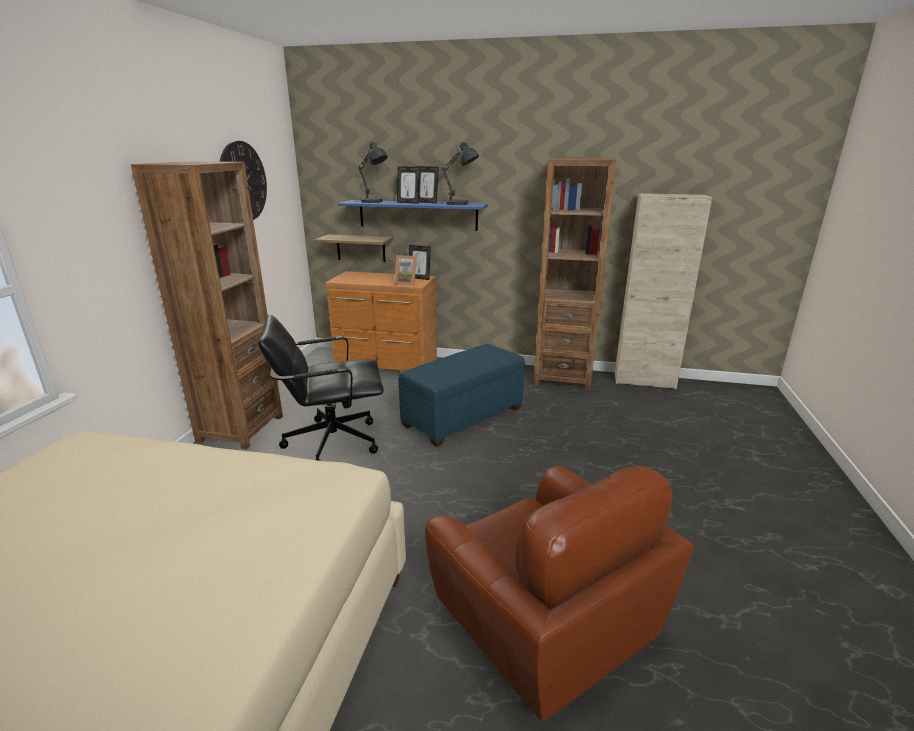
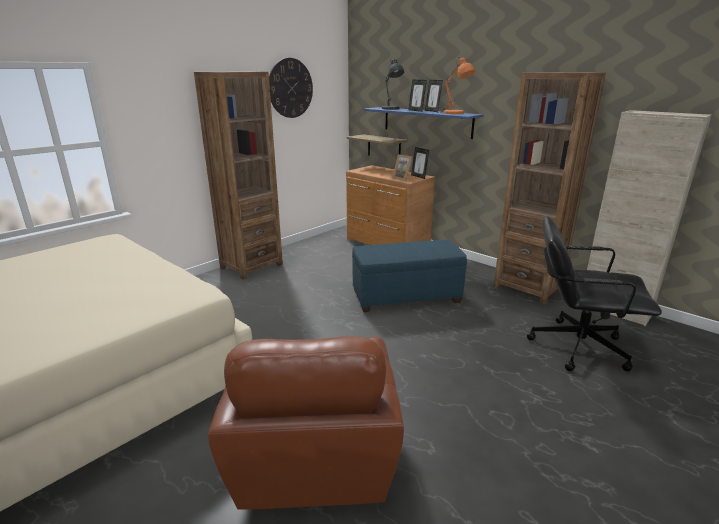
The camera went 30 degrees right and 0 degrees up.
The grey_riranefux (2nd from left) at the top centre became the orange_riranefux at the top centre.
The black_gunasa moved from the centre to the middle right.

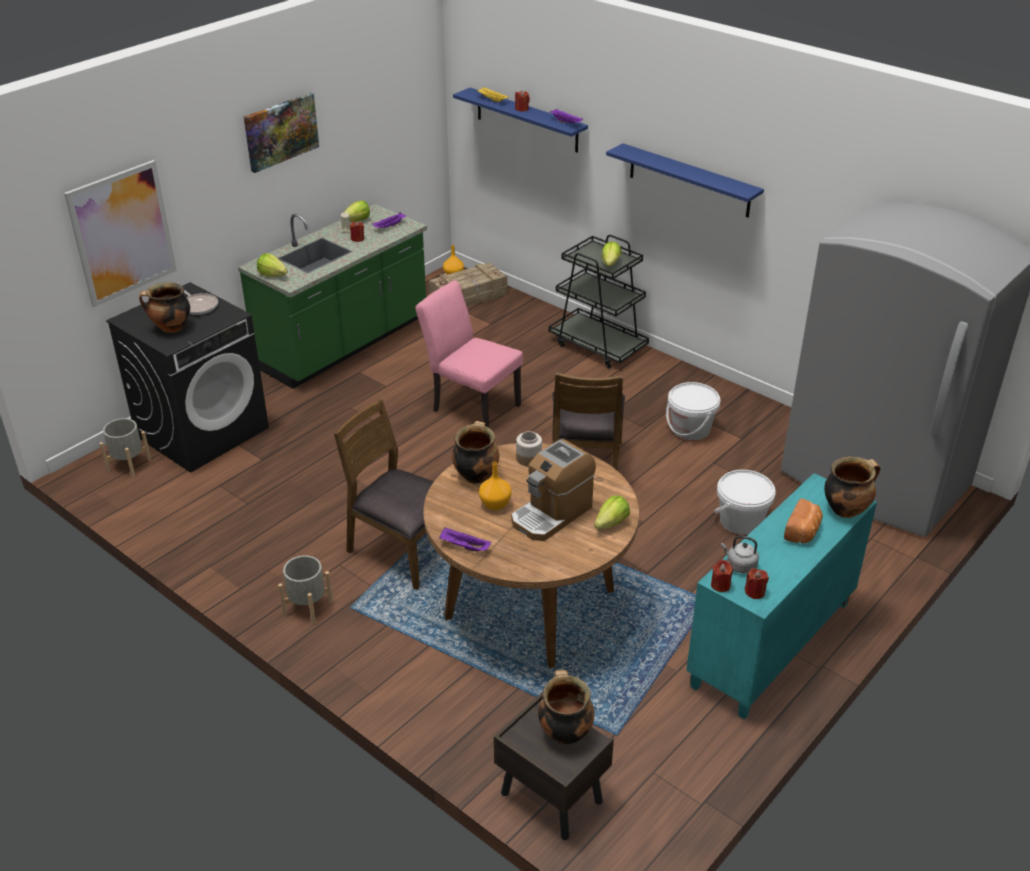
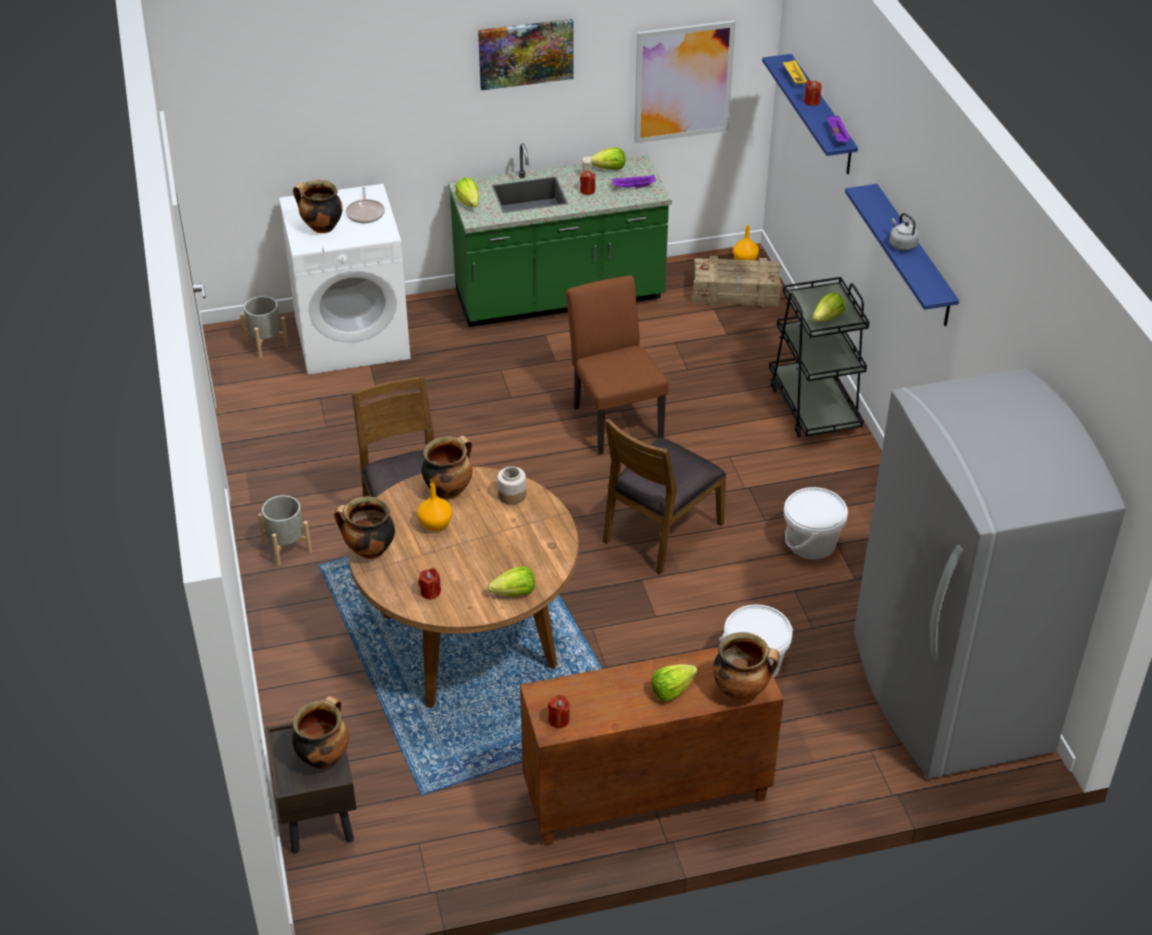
The camera went 35 degrees right and 5 degrees up.
The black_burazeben at the middle left became the white_burazeben at the top left.
The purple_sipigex (2nd from left) at the centre was replaced by the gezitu (3rd from left) at the middle left.
The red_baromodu (3rd from left in the first image) moved from the middle right to the centre.
The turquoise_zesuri at the bottom right became the brown_zesuri at the bottom centre.
The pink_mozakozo at the centre became the brown_mozakozo (2nd from left) at the centre.
The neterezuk (1st from left in the first image) moved from the top left to the top centre.
The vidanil at the middle right was replaced by the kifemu (4th from left) at the bottom centre.
The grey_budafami moved from the middle right to the top right.
The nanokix at the centre disappeared.

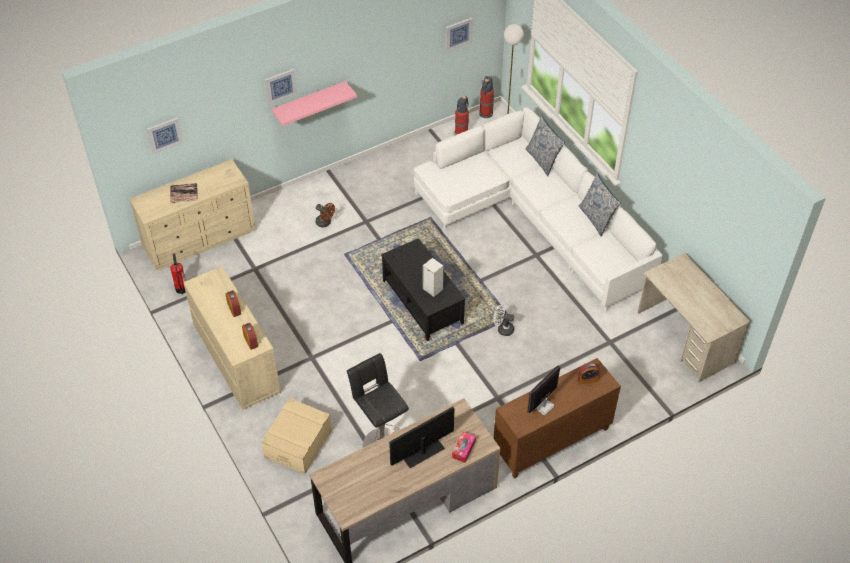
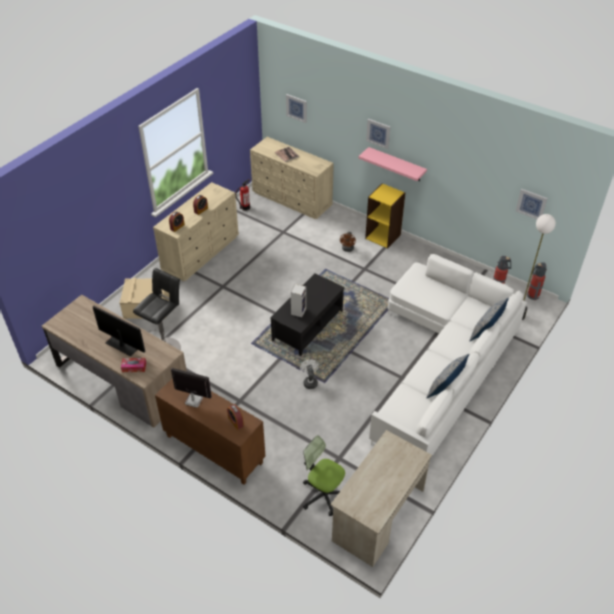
The camera went 65 degrees right and 5 degrees down.
The gunasa at the bottom centre appeared.
The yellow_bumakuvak at the centre appeared.

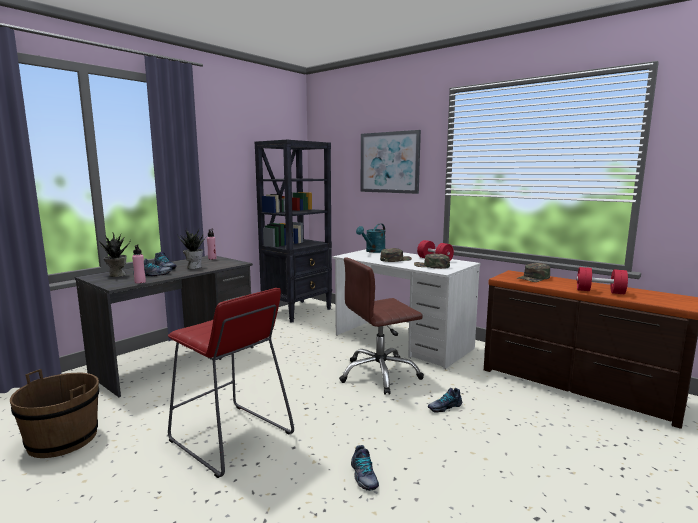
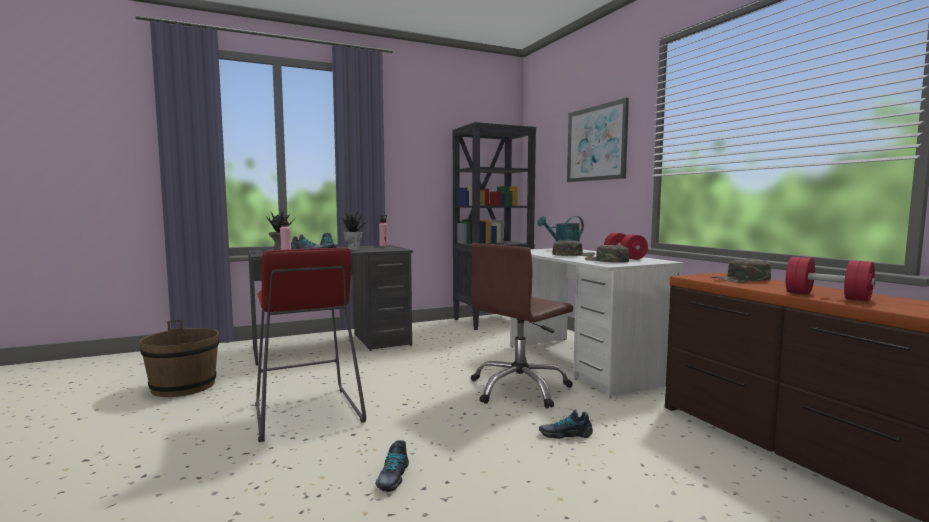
The camera went 25 degrees right and 5 degrees down.
The brown_gunasa at the centre turned 45 degrees counterclockwise.

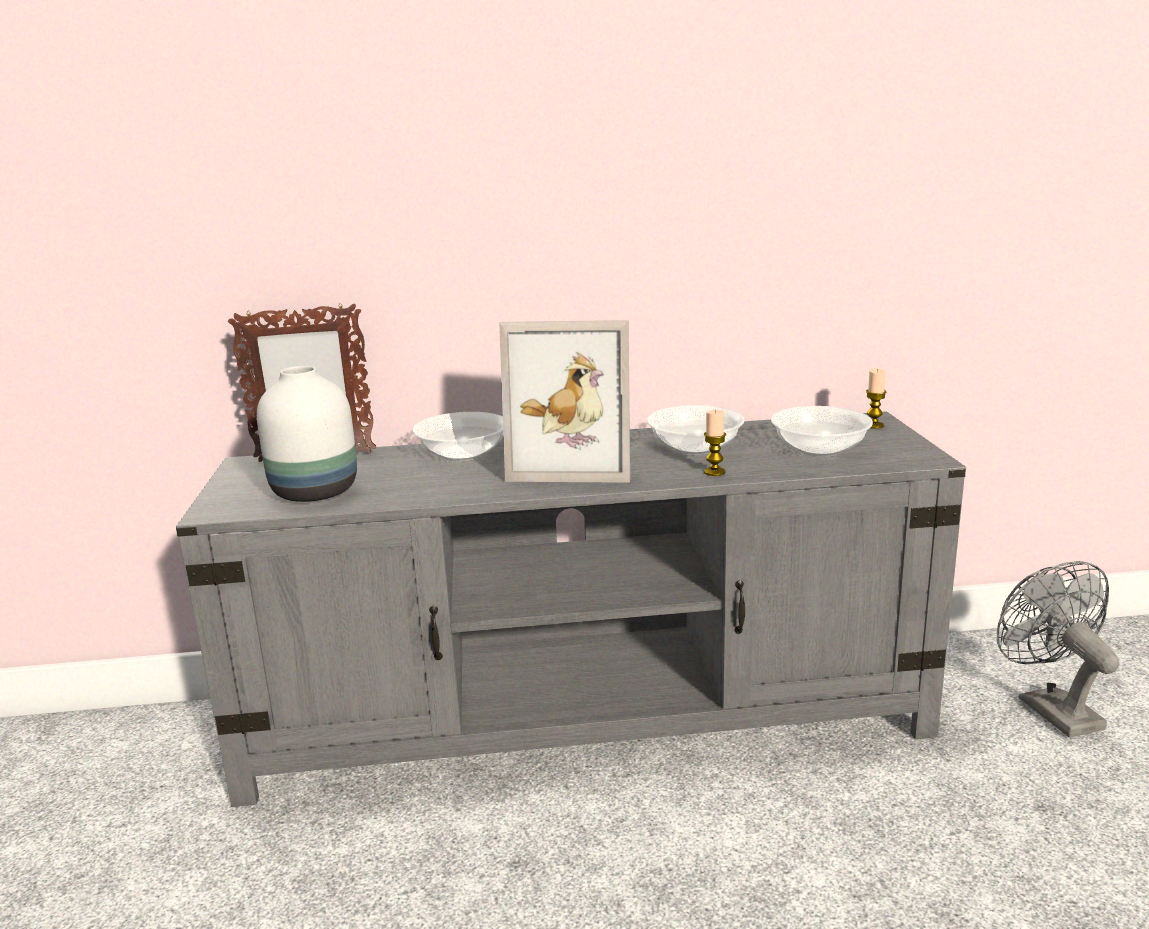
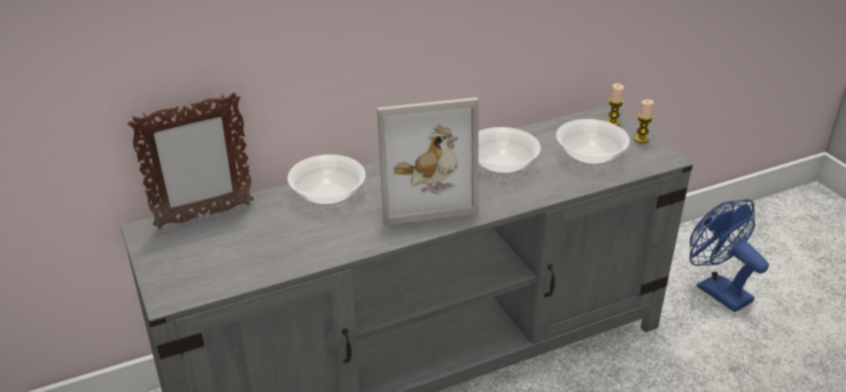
The camera went 20 degrees left and 15 degrees up.
The baromodu (1st from left in the first image) moved from the centre to the top right.
The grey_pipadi at the bottom right became the blue_pipadi at the middle right.
The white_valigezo at the middle left disappeared.

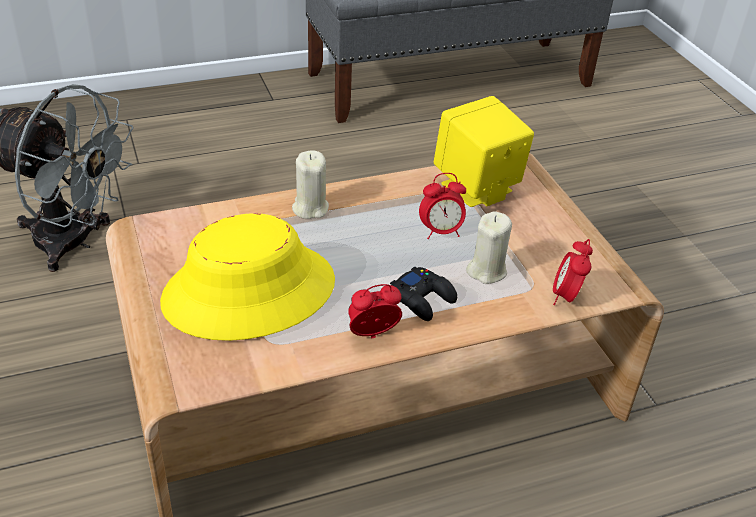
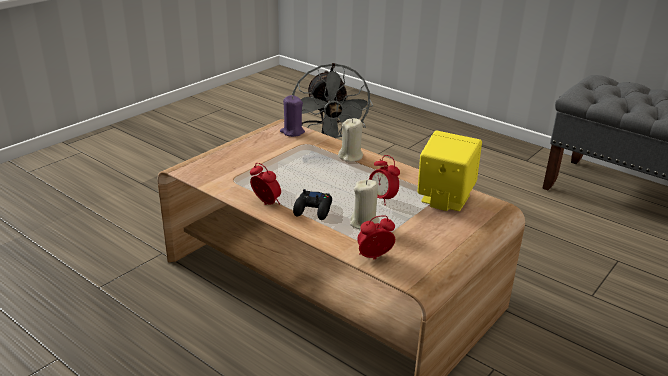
The camera went 60 degrees right and 10 degrees down.
The purple_baromodu at the top centre appeared.
The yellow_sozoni at the middle left disappeared.

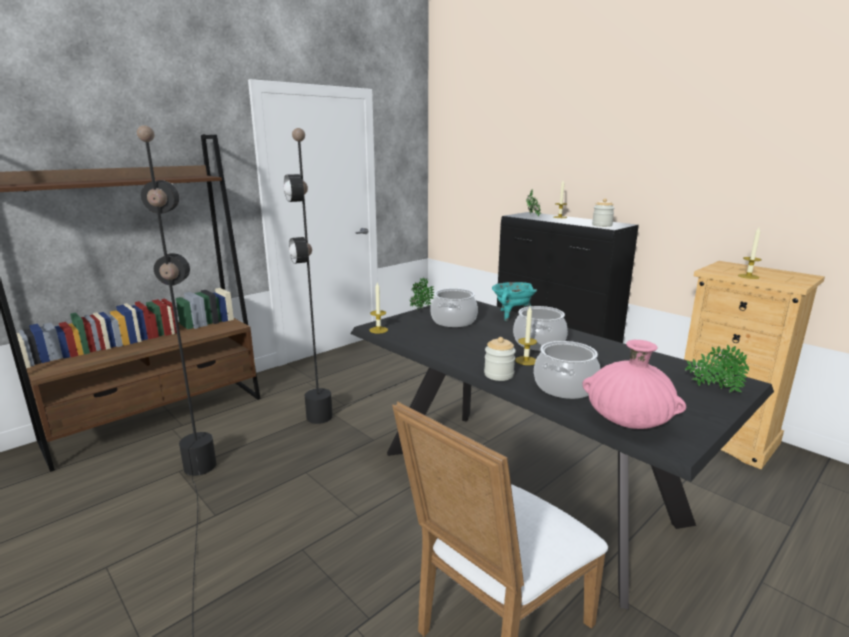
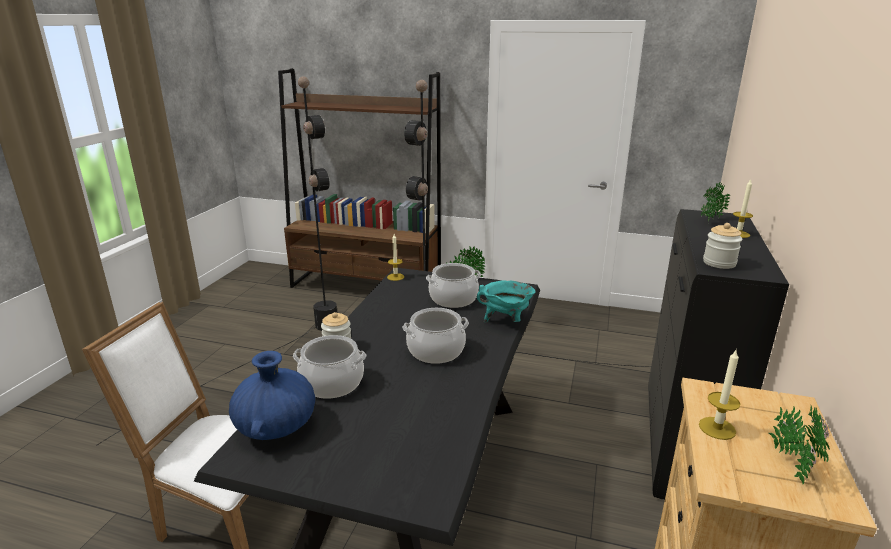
The camera went 60 degrees right and 5 degrees up.
The pink_valigezo at the middle right became the blue_valigezo at the bottom left.
The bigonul (3rd from left) moved from the middle right to the bottom right.
The baromodu (2nd from left) at the centre disappeared.

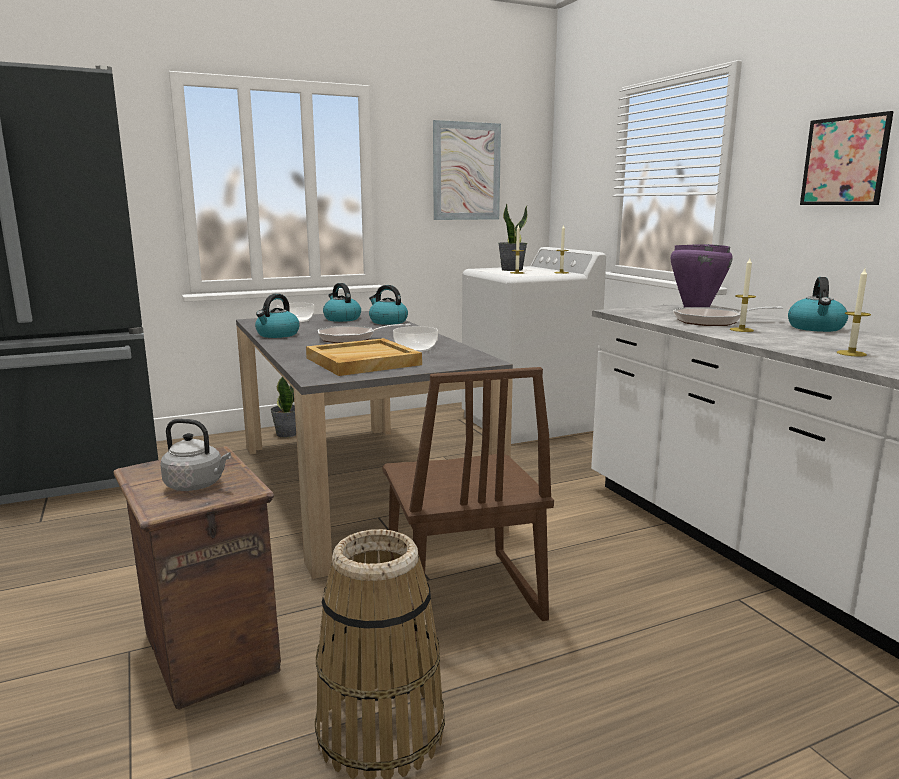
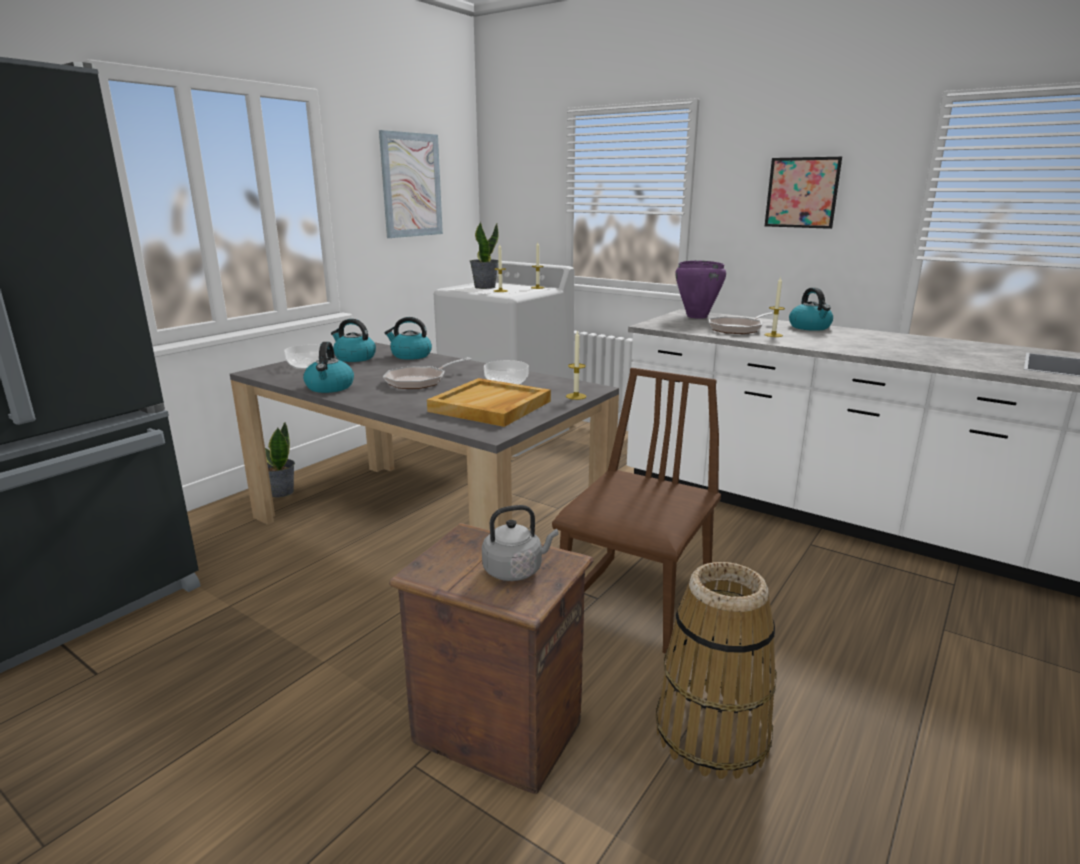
The camera went 30 degrees left and 5 degrees up.
The brown_mozakozo at the centre turned 105 degrees counterclockwise.
The baromodu (4th from left in the first image) moved from the middle right to the centre.

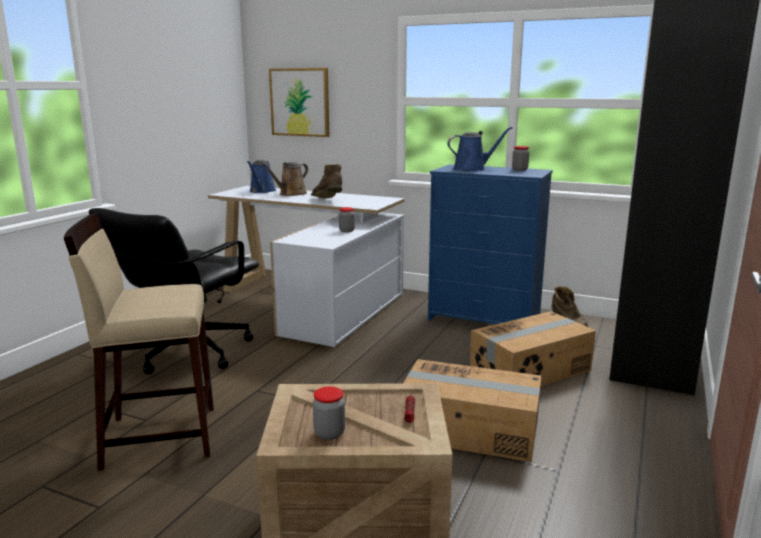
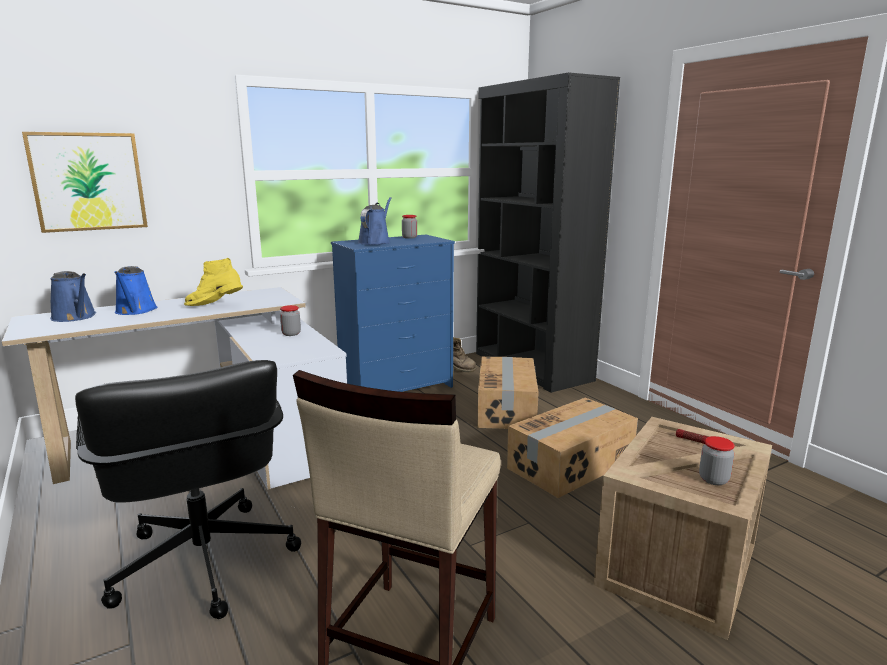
The camera went 55 degrees left and 0 degrees up.
The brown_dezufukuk at the top centre became the blue_dezufukuk (2nd from left) at the middle left.
The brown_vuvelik (1st from left) at the centre became the yellow_vuvelik at the middle left.

